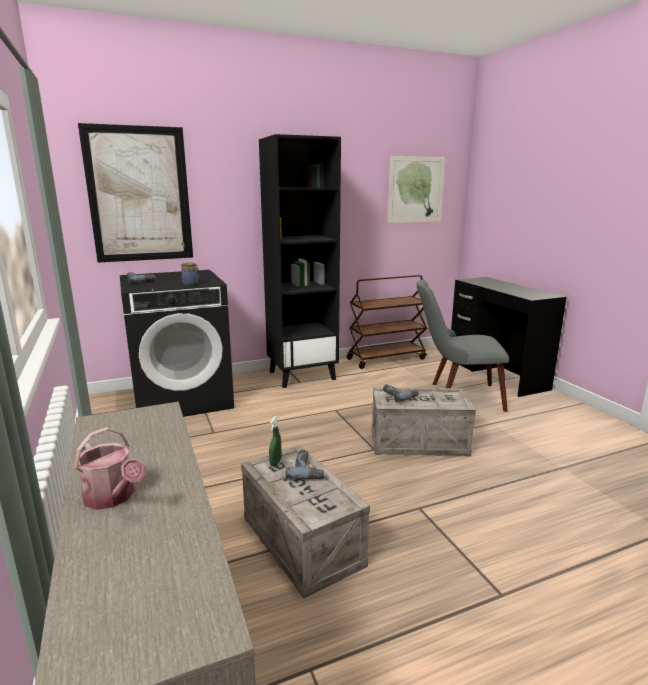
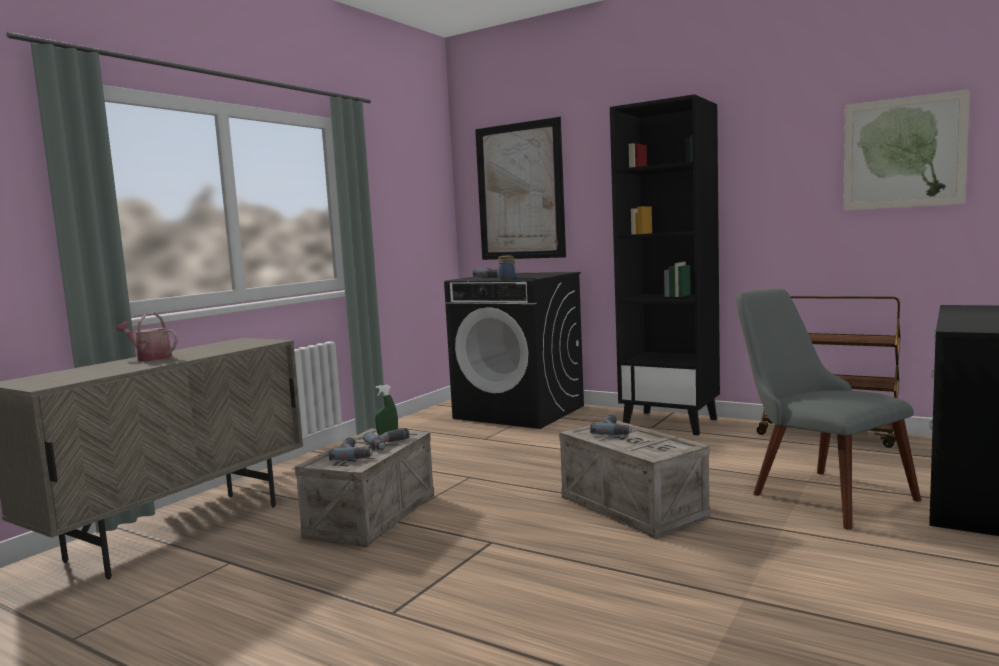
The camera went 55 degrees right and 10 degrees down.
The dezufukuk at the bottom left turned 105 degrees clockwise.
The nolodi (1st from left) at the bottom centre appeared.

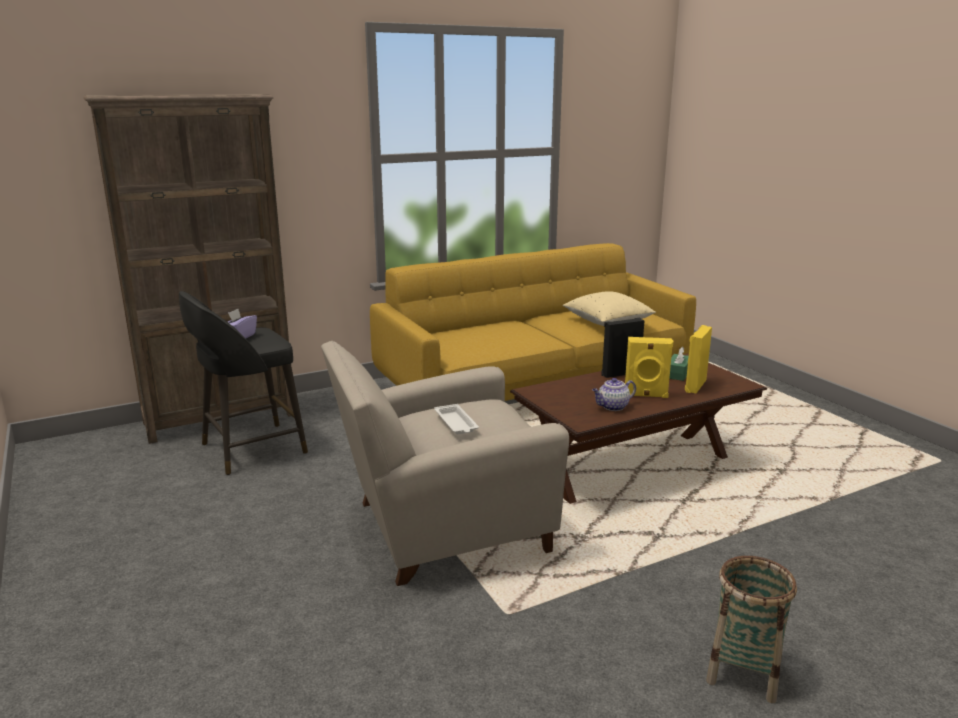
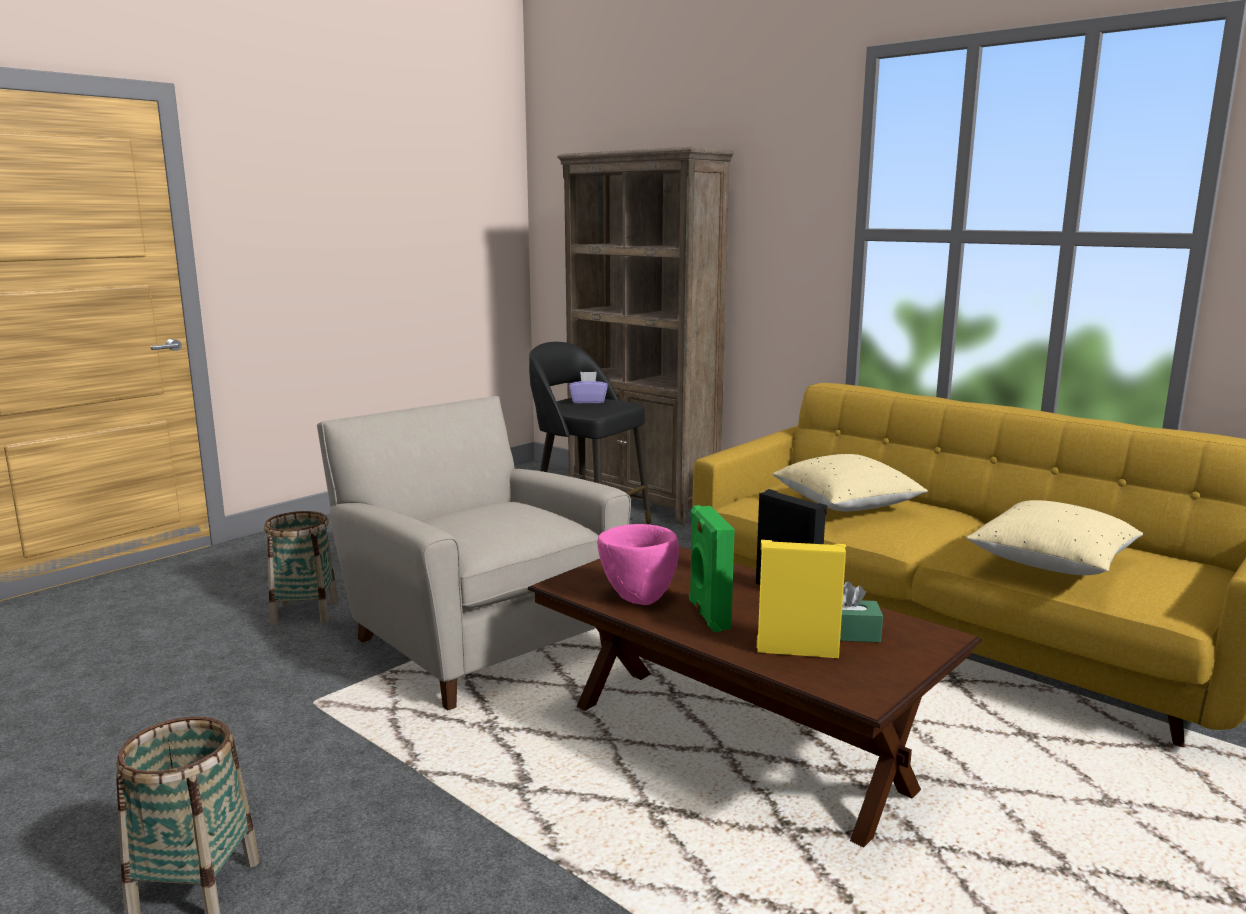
The camera went 70 degrees right and 5 degrees down.
The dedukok (2nd from left) at the middle left appeared.
The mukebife at the centre was replaced by the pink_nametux at the centre.
The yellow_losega (1st from left) at the middle right became the green_losega at the centre.
The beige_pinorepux (1st from left) at the middle right appeared.
The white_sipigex at the centre disappeared.

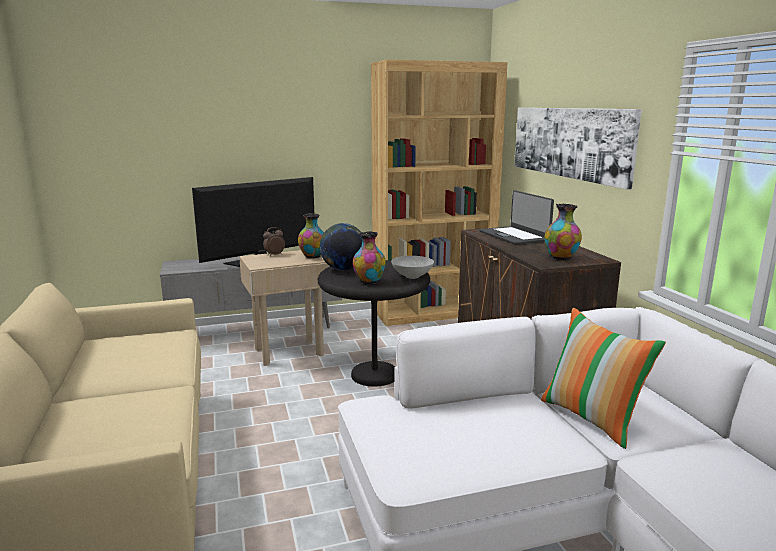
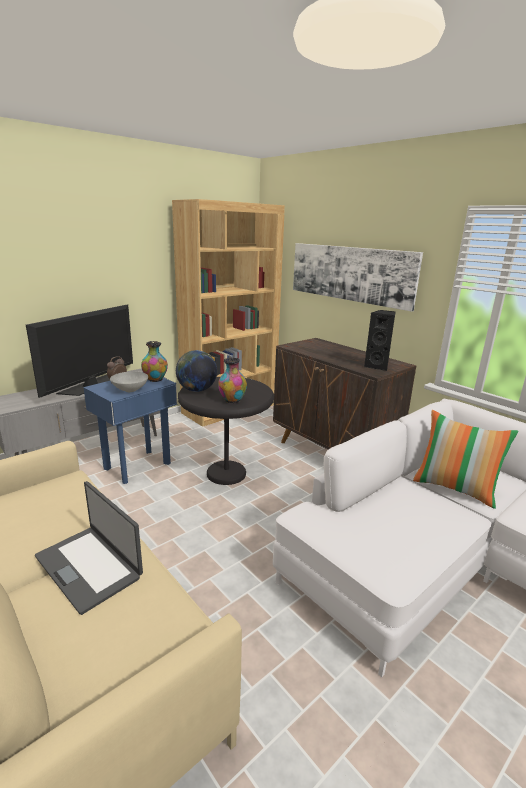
The camera went 25 degrees left and 5 degrees up.
The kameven moved from the centre to the bottom left.
The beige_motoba at the centre became the blue_motoba at the middle left.
The grey_nametux moved from the centre to the middle left.
The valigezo (3rd from left) at the middle right was replaced by the black_losega at the middle right.

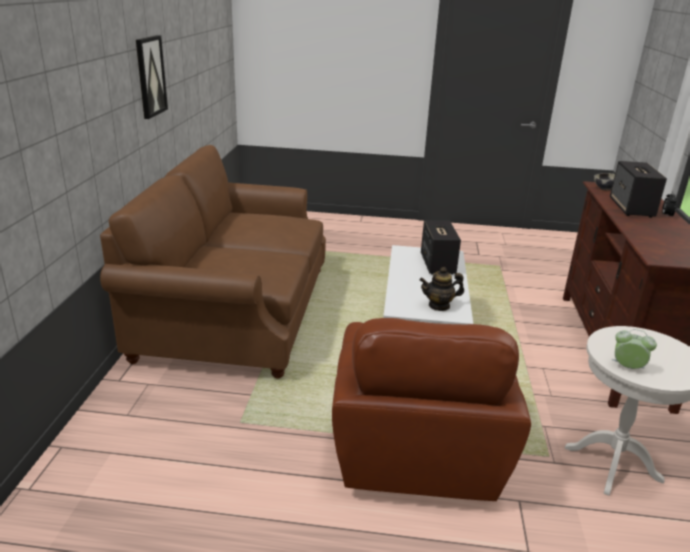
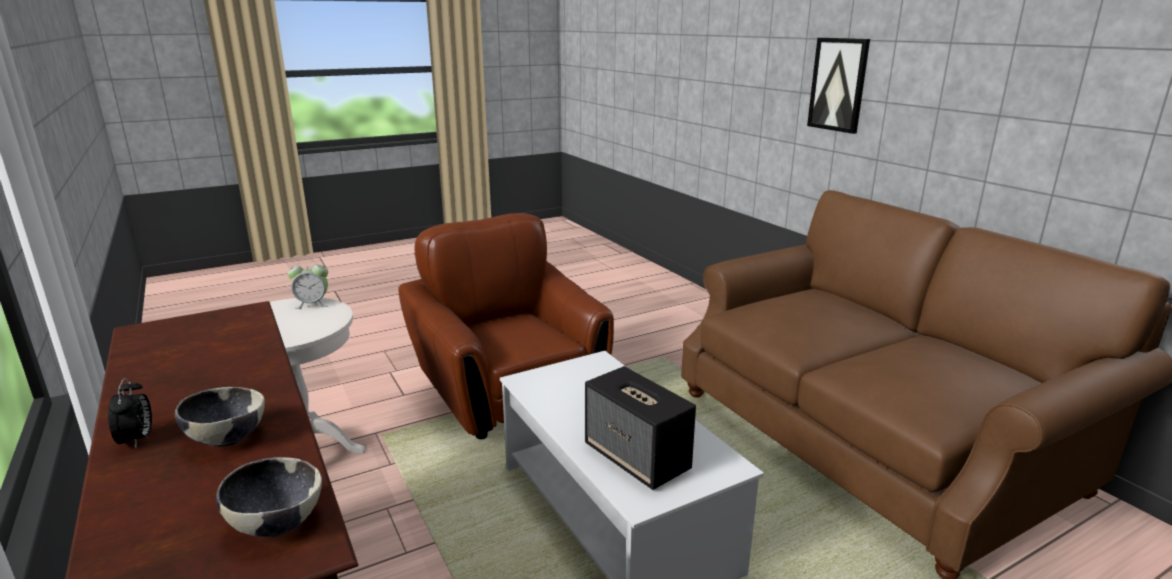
The camera went 145 degrees right and 5 degrees down.
The losega (2nd from left) at the middle right was replaced by the nametux (1st from left) at the bottom left.
The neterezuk moved from the top left to the top right.
The mukebife at the centre disappeared.

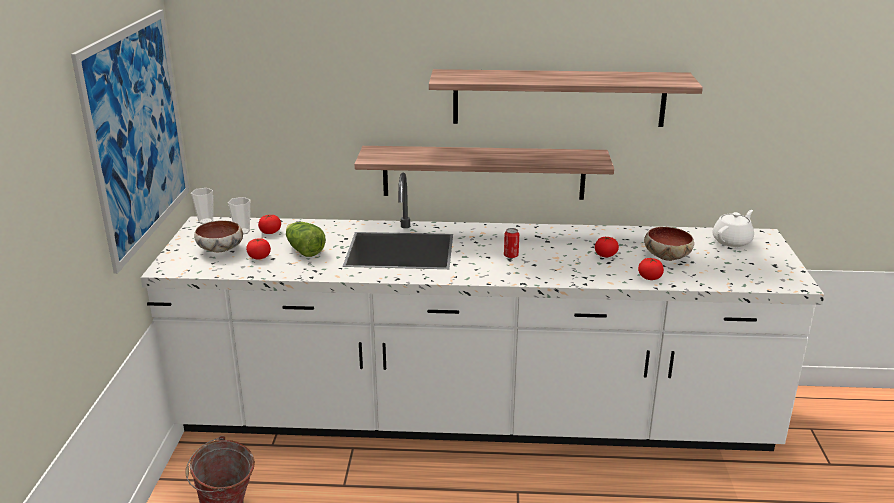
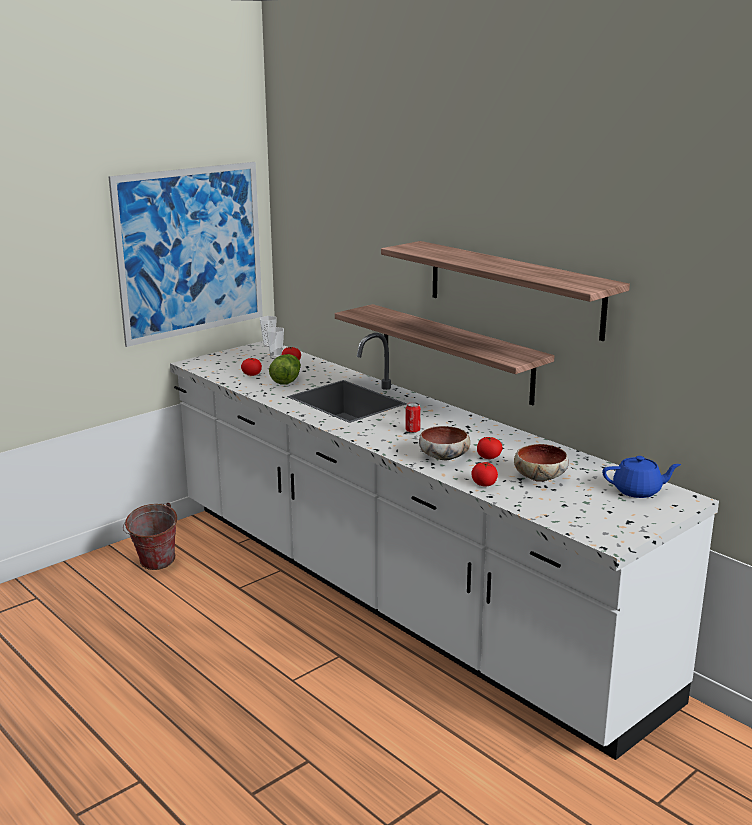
The camera went 45 degrees right and 5 degrees down.
The nametux (1st from left) moved from the middle left to the centre.
The white_mukebife at the middle right became the blue_mukebife at the middle right.

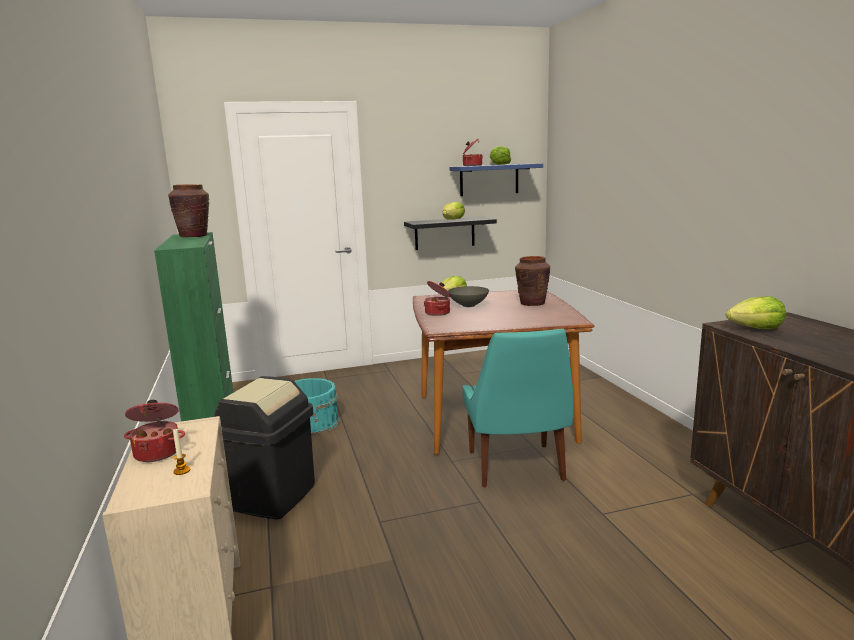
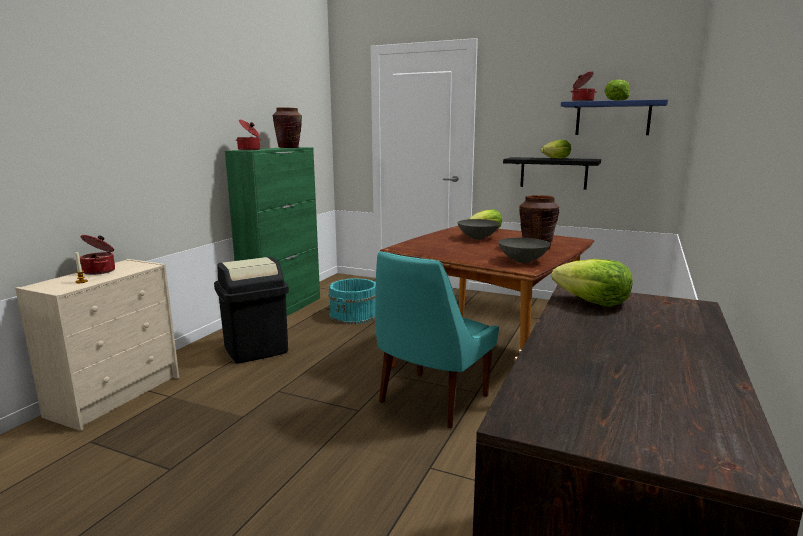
The camera went 40 degrees right and 0 degrees up.
The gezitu (2nd from left) moved from the centre to the top left.
The grey_nametux (2nd from left) at the centre appeared.

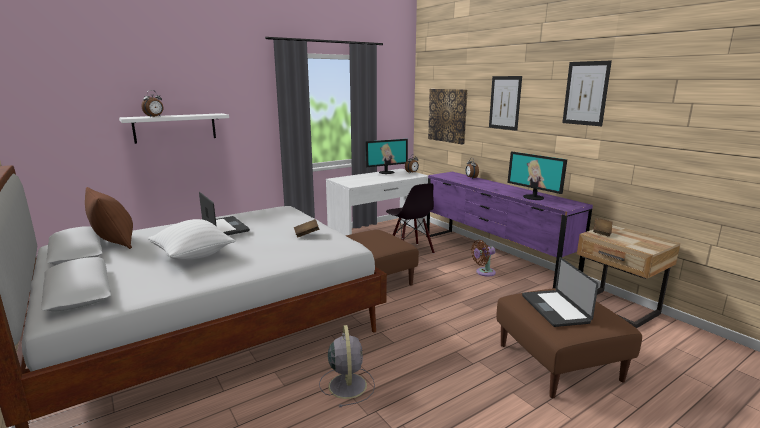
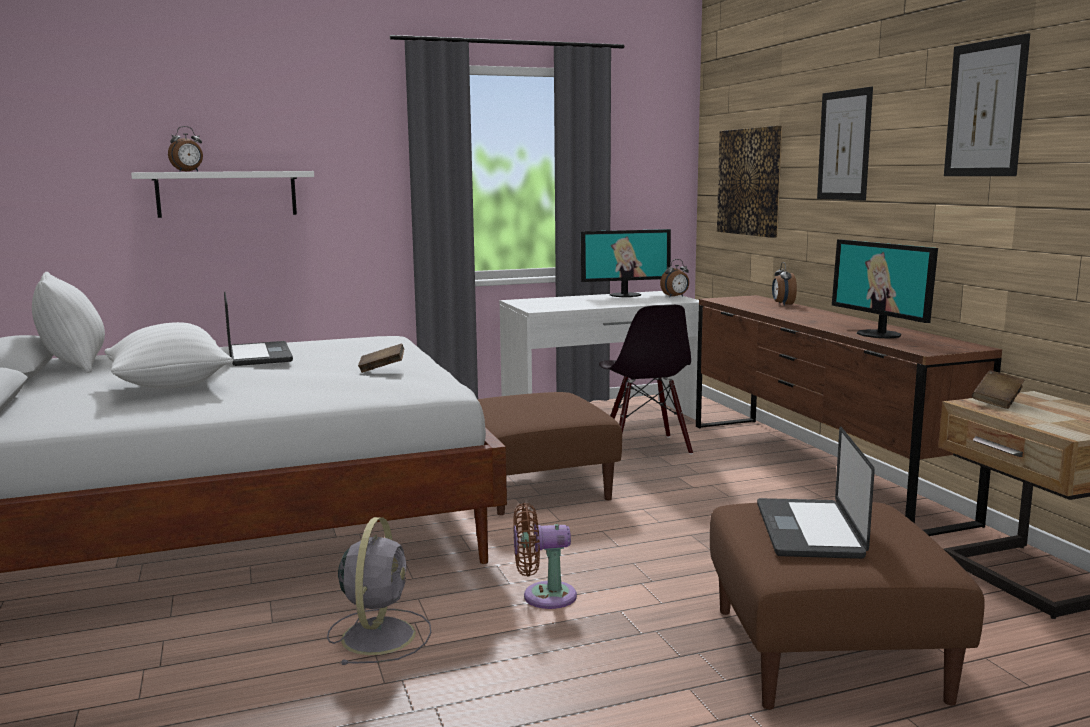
The camera went 15 degrees right and 5 degrees down.
The brown_pinorepux at the middle left became the white_pinorepux (1st from left) at the middle left.
The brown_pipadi moved from the centre to the bottom centre.
The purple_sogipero at the middle right became the brown_sogipero at the middle right.

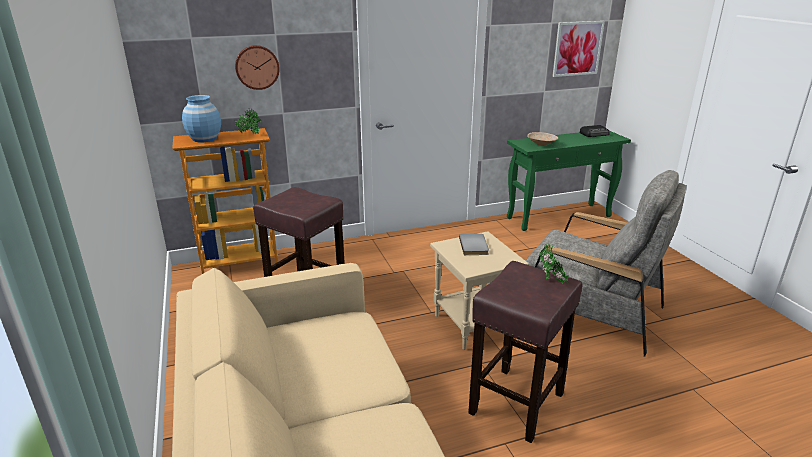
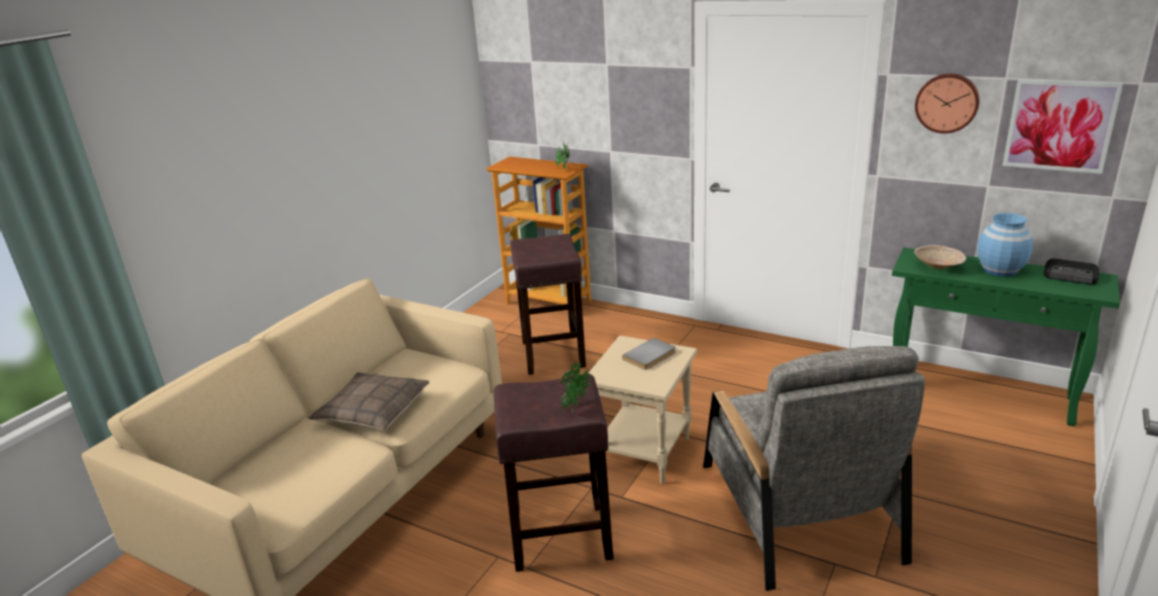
The camera went 50 degrees right and 0 degrees up.
The pinorepux at the bottom left appeared.
The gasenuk moved from the top left to the top right.
The blue_valigezo moved from the top left to the middle right.

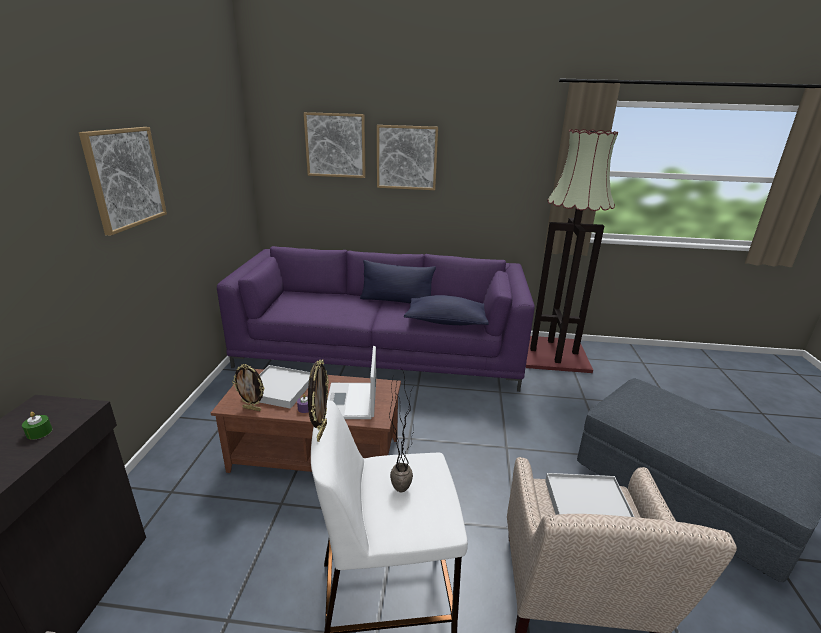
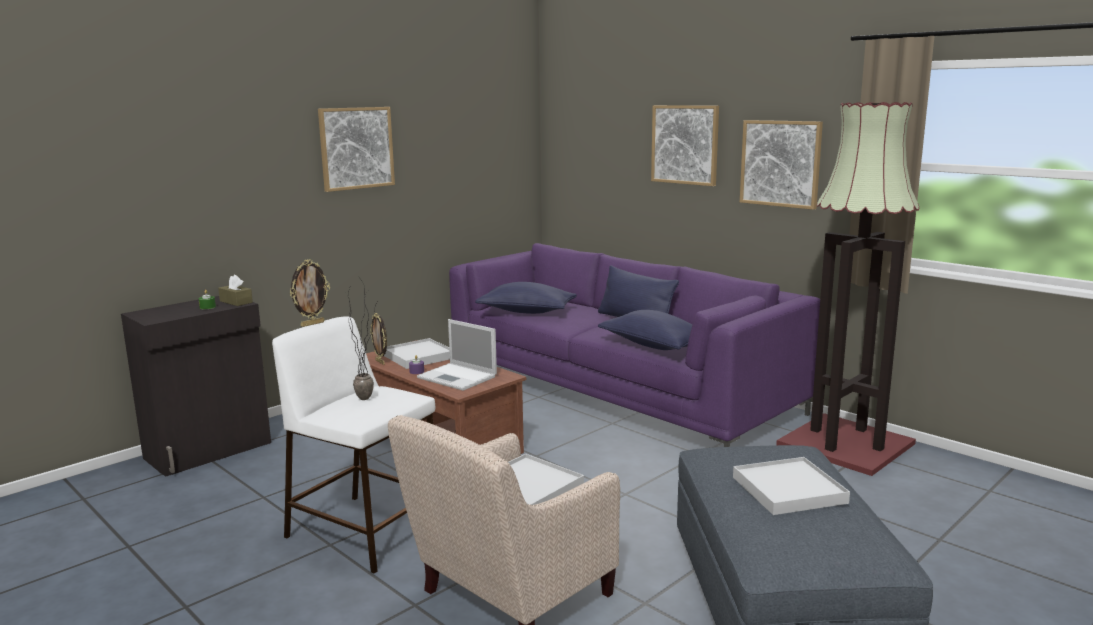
The camera went 40 degrees right and 10 degrees down.
The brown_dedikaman at the middle left appeared.
The kameven at the centre turned 90 degrees counterclockwise.
The blue_pinorepux (1st from left) at the centre appeared.
The white_sipigex (3rd from left) at the bottom right appeared.
The neterezuk (2nd from left in the first image) moved from the top centre to the top right.

